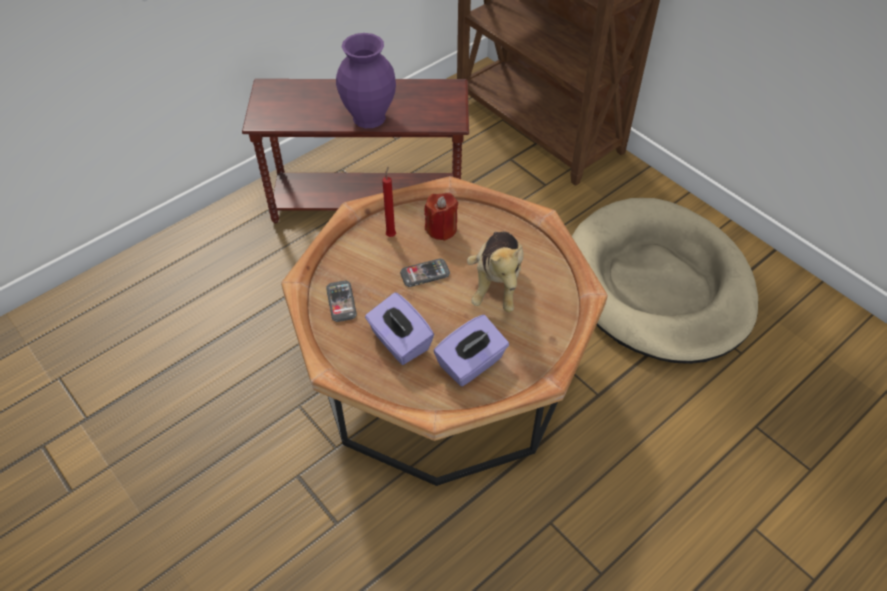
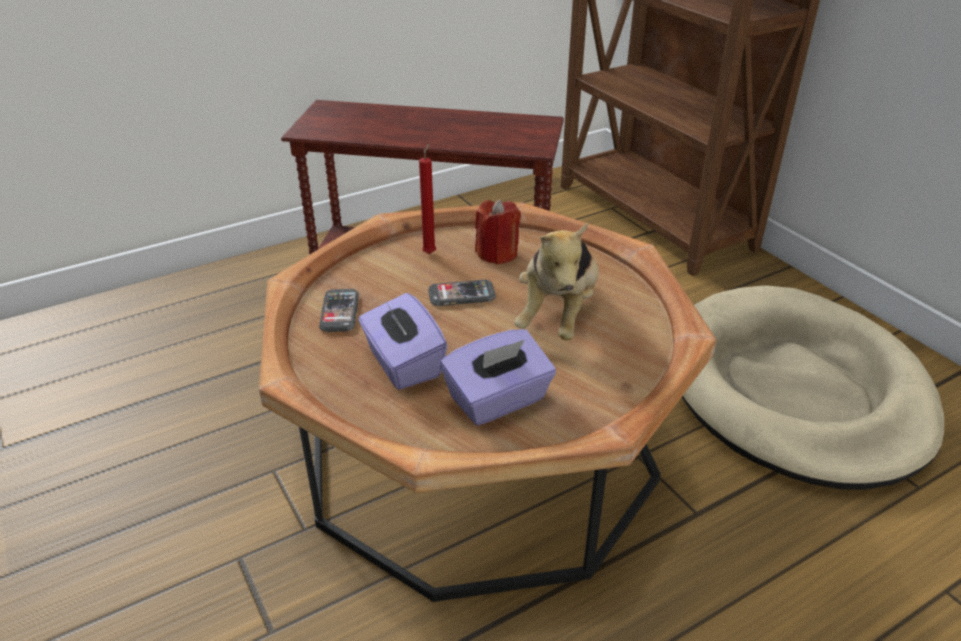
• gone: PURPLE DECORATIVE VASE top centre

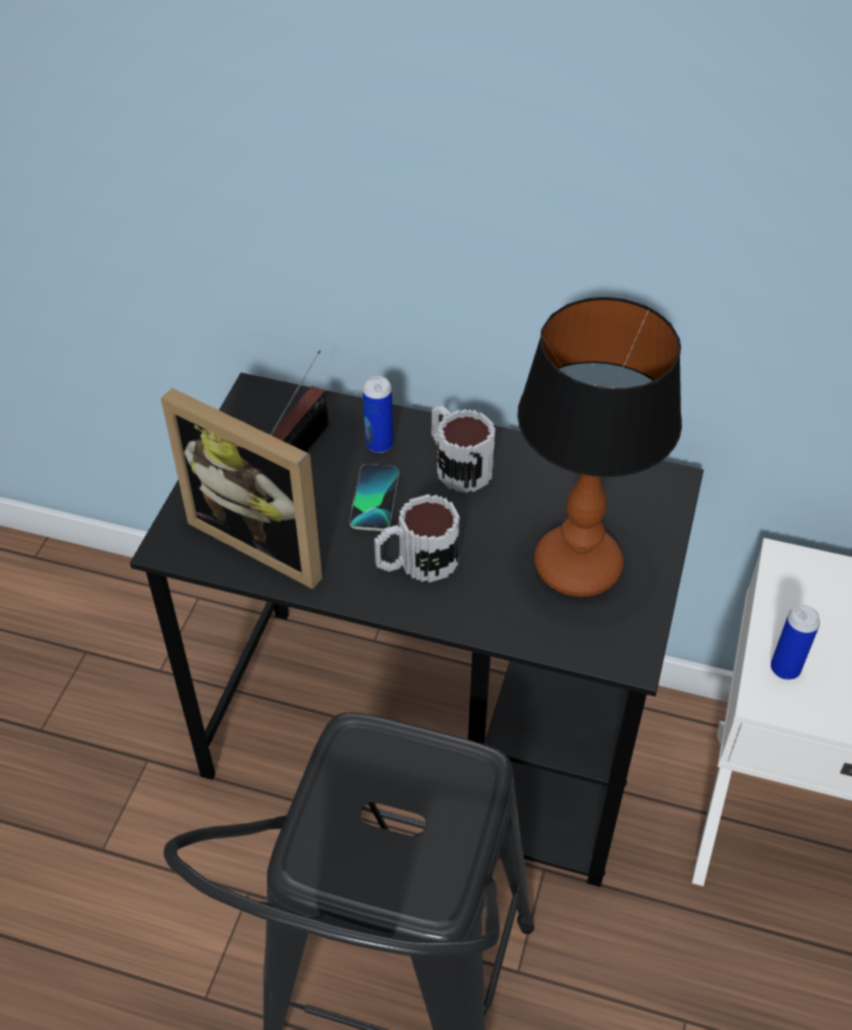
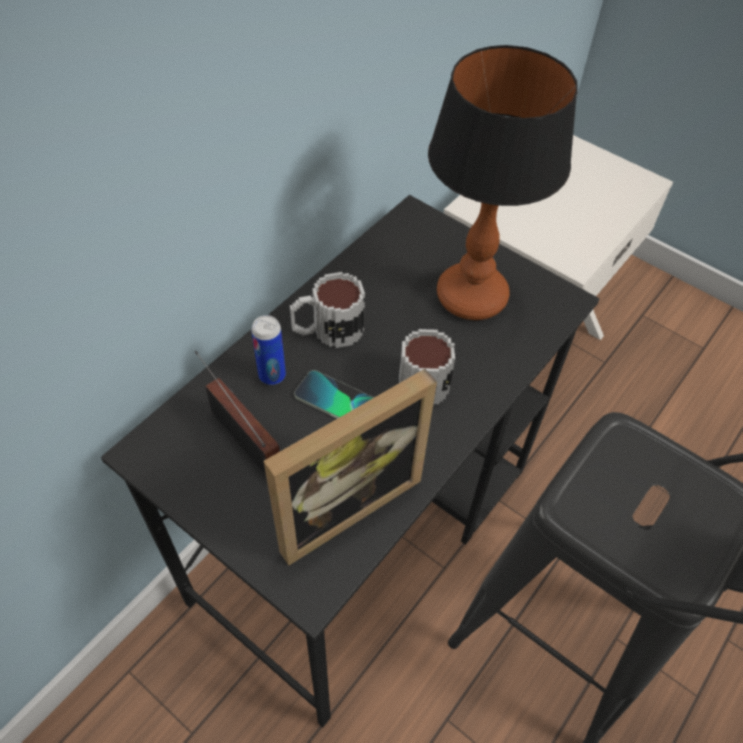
• gone: METAL CAN (no. 2 from left) middle right

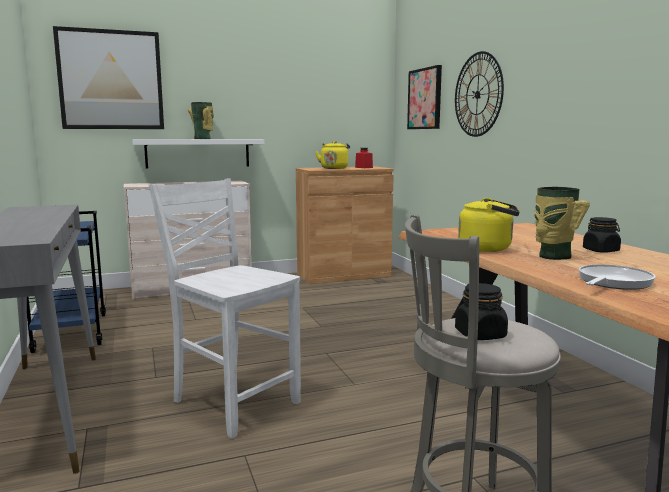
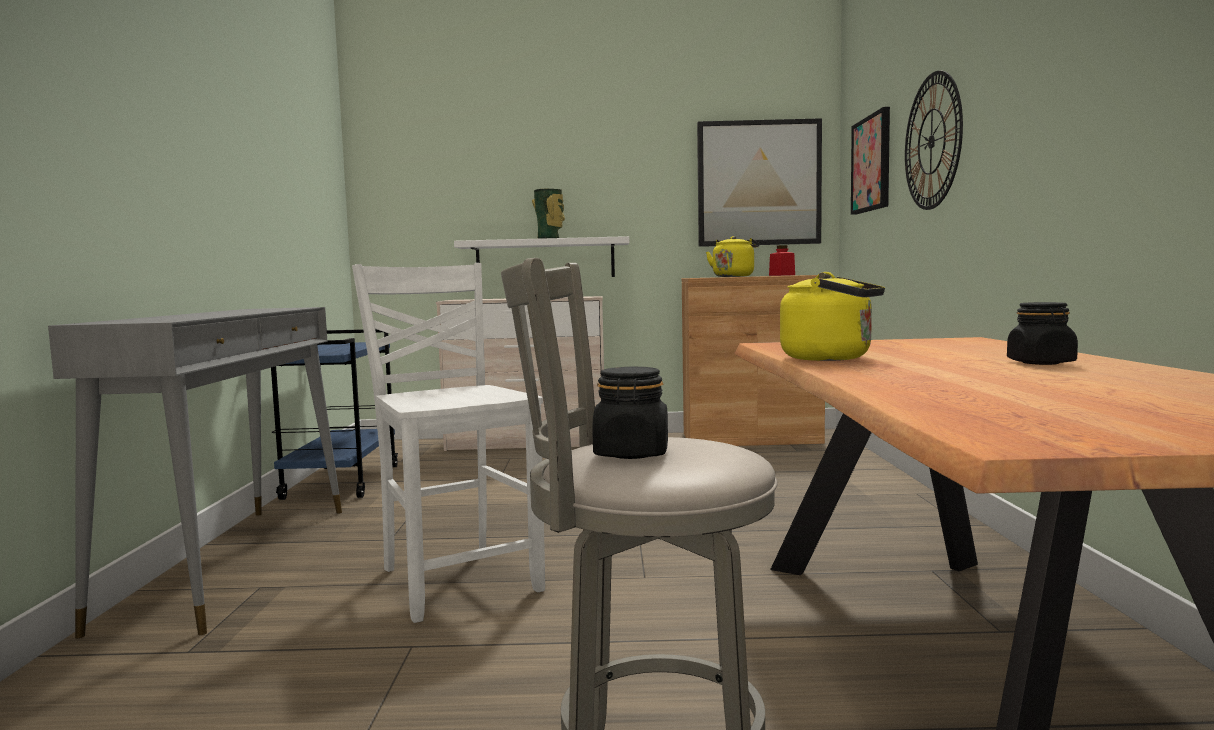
• shifted: WALL ART (no. 1 from left) top left to top centre
• gone: DECORATIVE VASE (no. 2 from left) middle right
• gone: SKILLET middle right

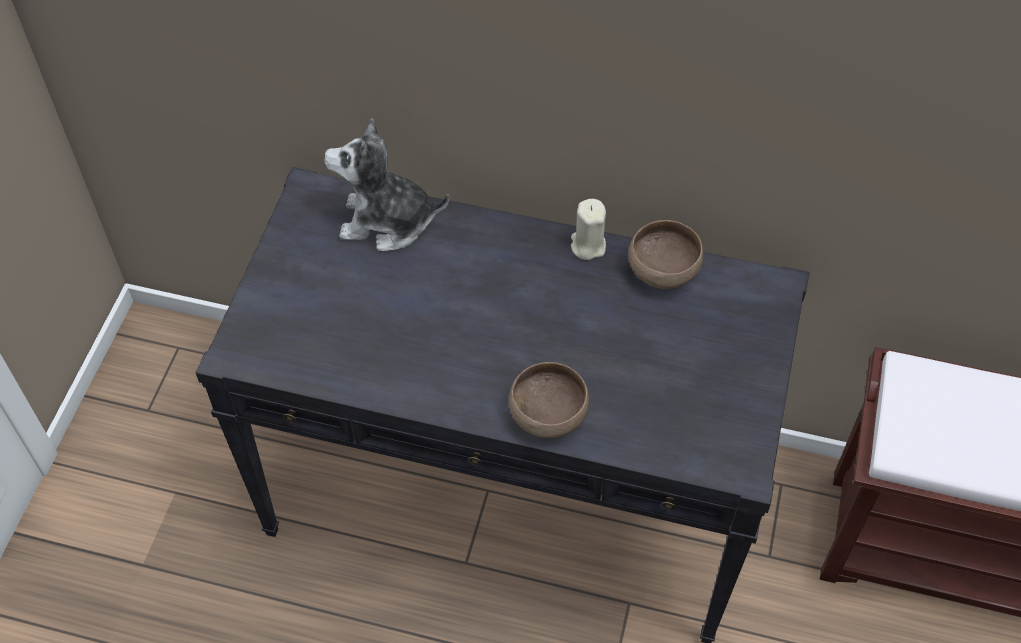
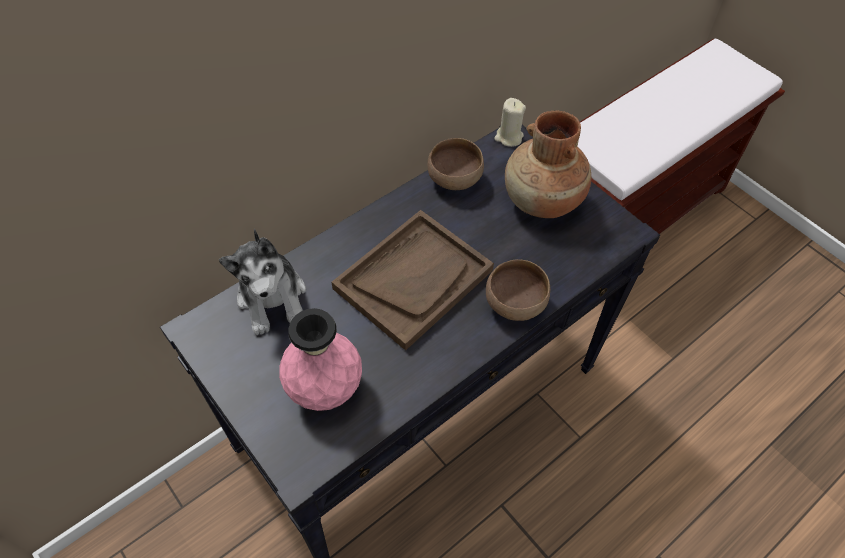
• rotated: SOFT TOY top centre = middle left 60 degrees counterclockwise
• shifted: SAND-COLOURED WAX CANDLE centre to top centre
• new: BROWN DECORATIVE VASE top centre
• new: BROWN SERVING TRAY centre
• new: PINKISH DECORATIVE VASE centre

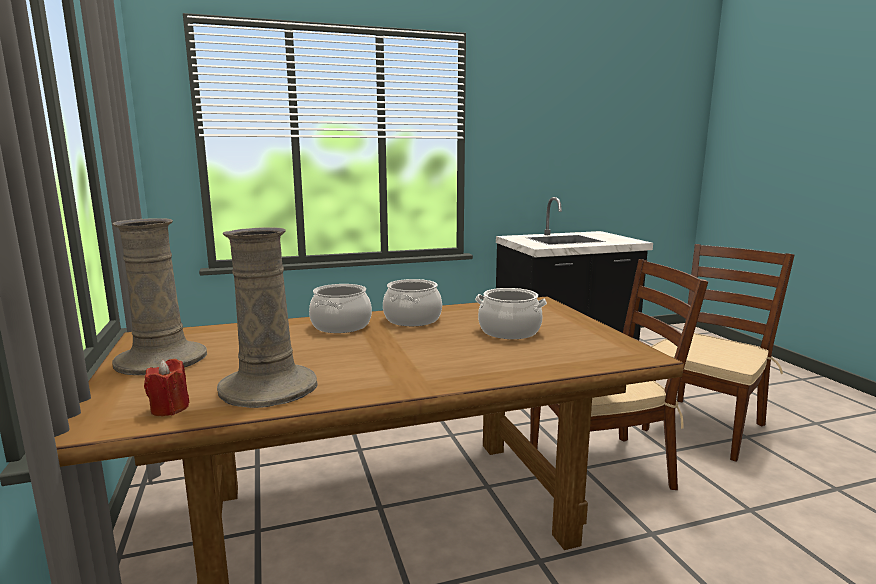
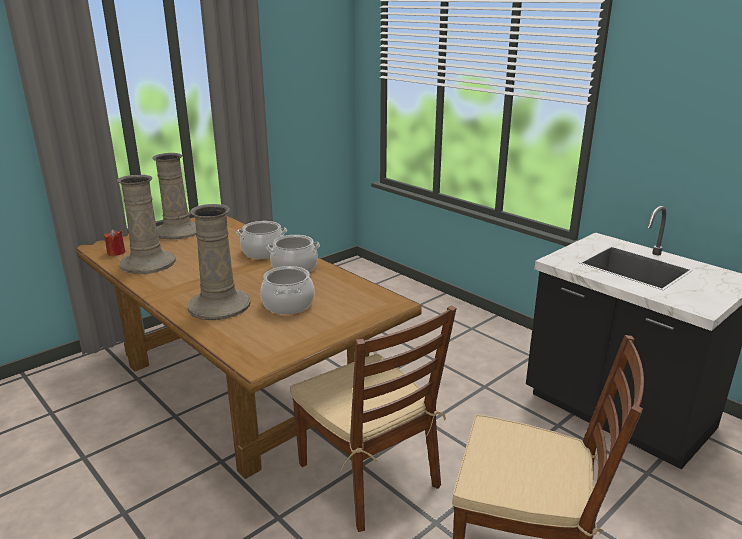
• new: SAND-COLOURED DECORATIVE VASE (no. 3 from left) middle left

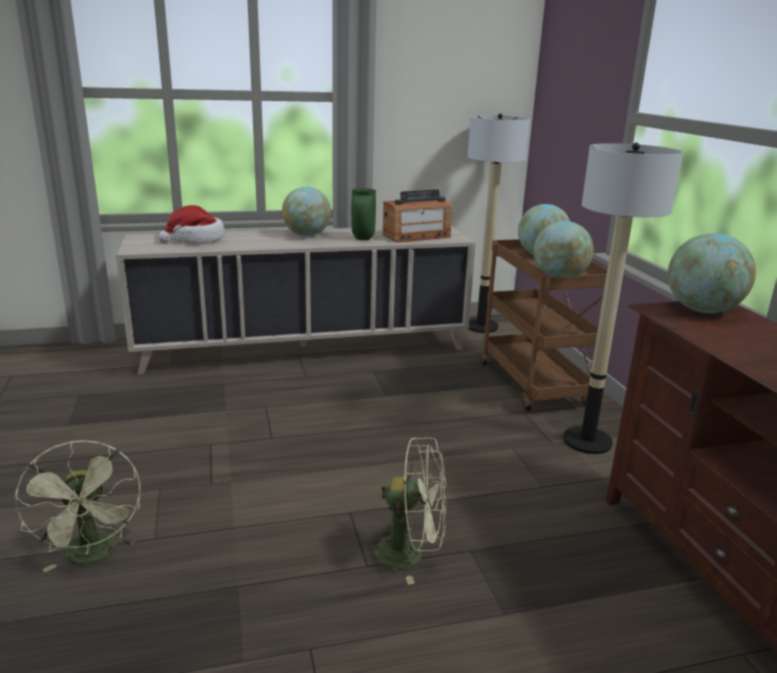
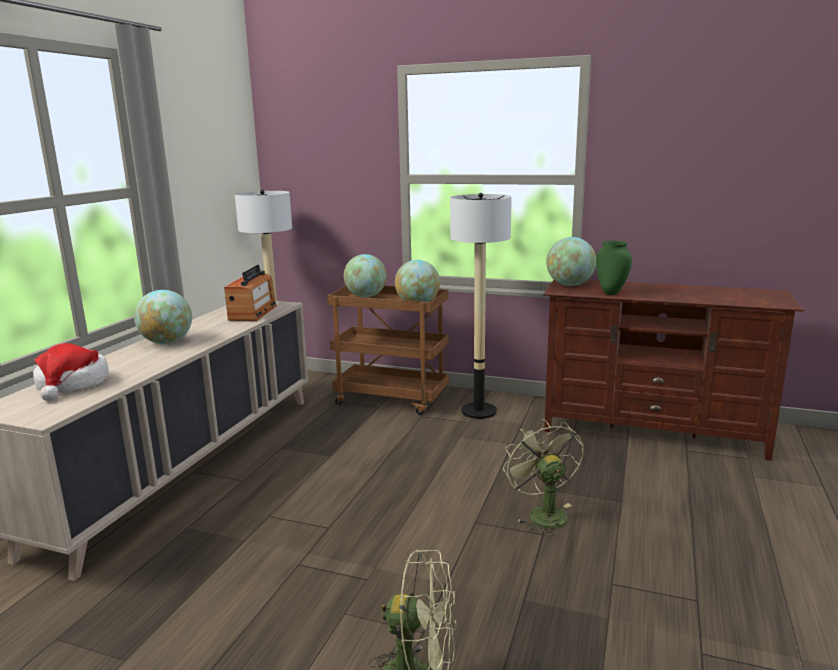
• shifted: GREEN DECORATIVE VASE top centre to middle right
• rotated: GREEN ELECTRIC FAN (no. 2 from left) bottom centre = bottom centre 60 degrees counterclockwise

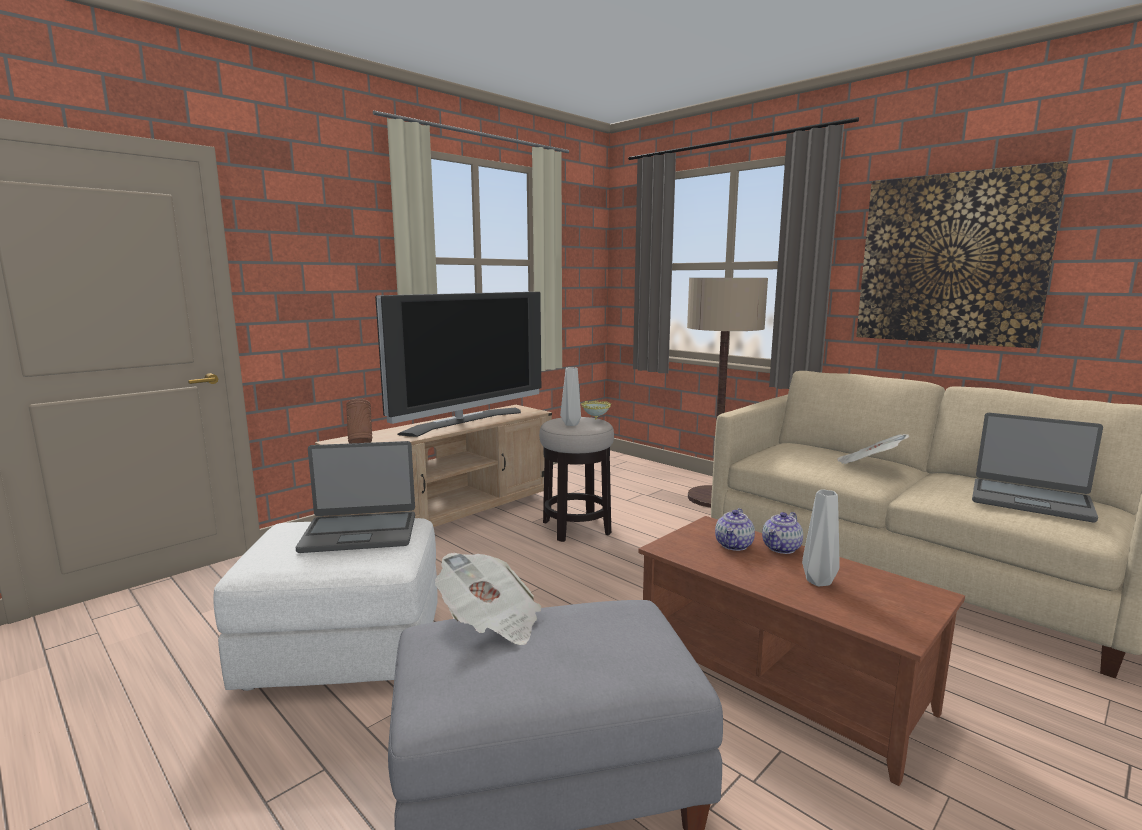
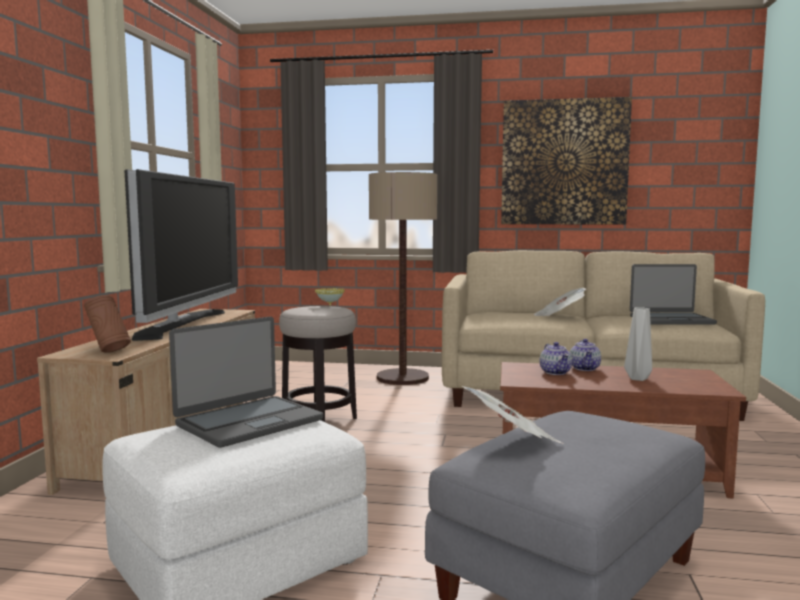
• gone: GREYISH DECORATIVE VASE (no. 1 from left) centre

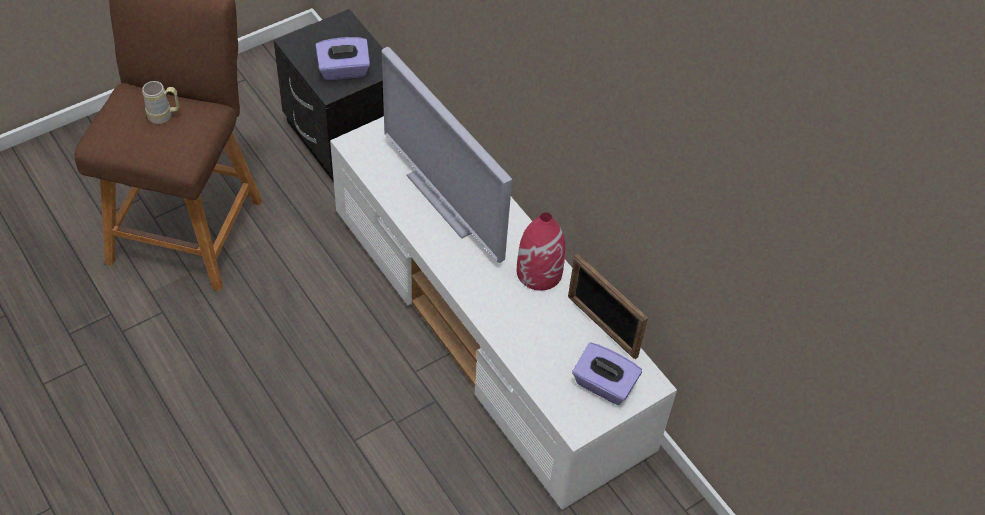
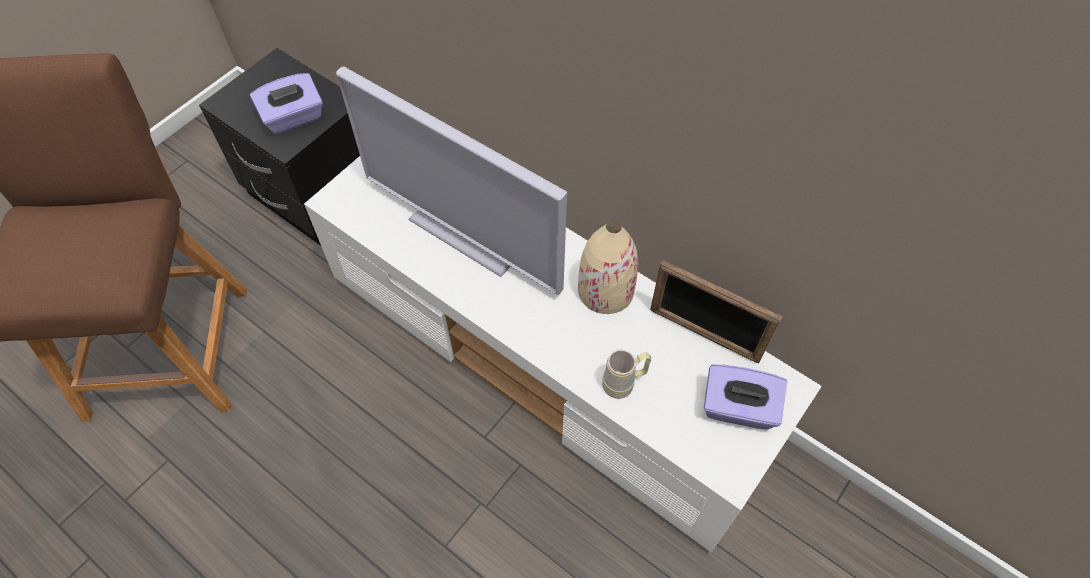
• shifted: SAND-COLOURED MUG top left to centre
• repainted: RED-COLOURED DECORATIVE VASE centre to SAND-COLOURED DECORATIVE VASE centre

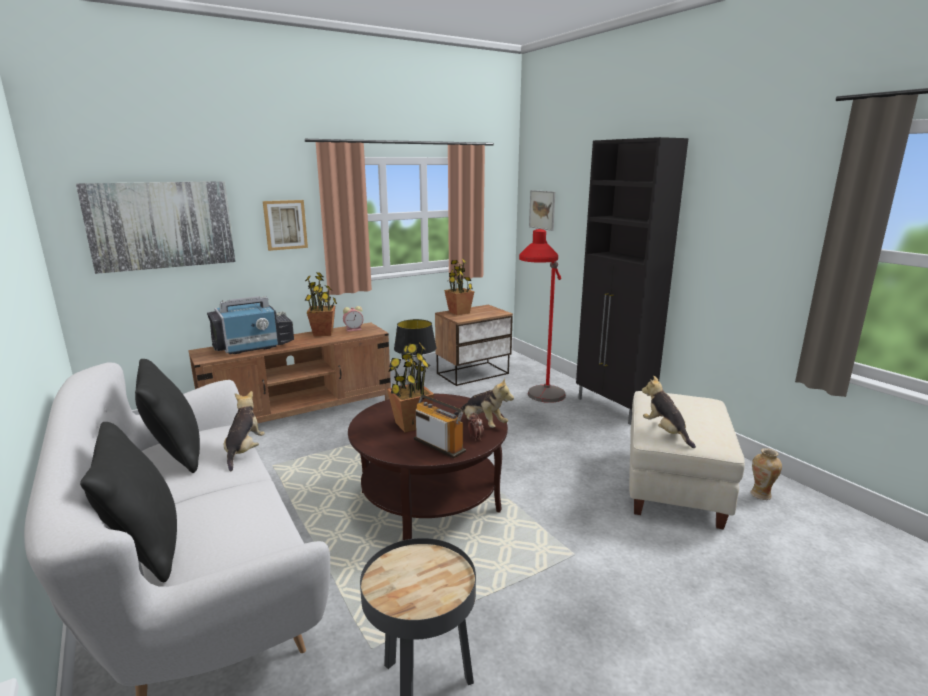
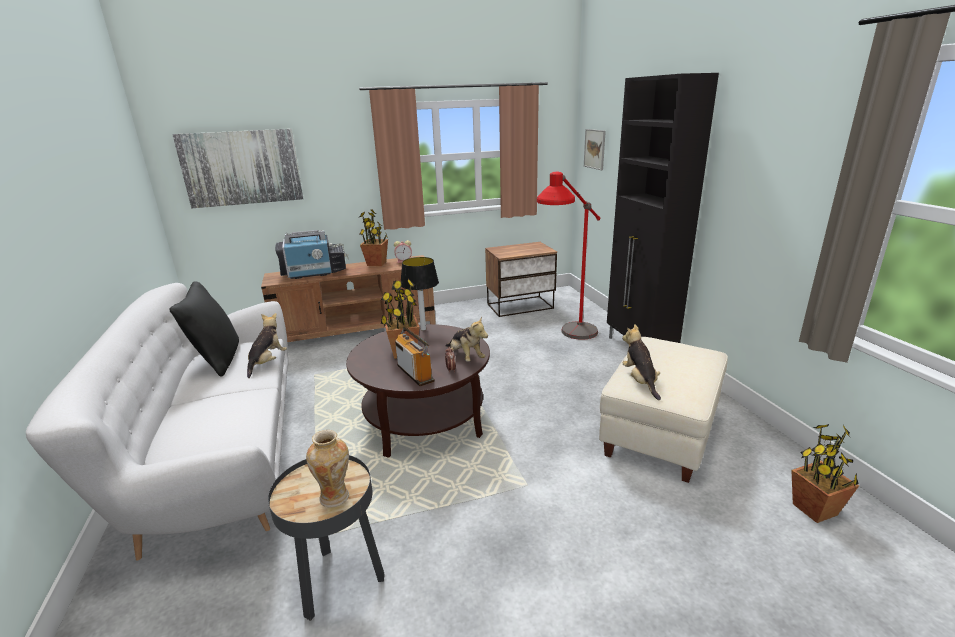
• gone: WALL ART (no. 2 from left) top left
• shifted: HOUSEPLANT (no. 3 from left) centre to bottom right
• gone: BLACK-COLOURED PILLOW (no. 1 from left) bottom left
• shifted: DECORATIVE VASE bottom right to bottom centre

